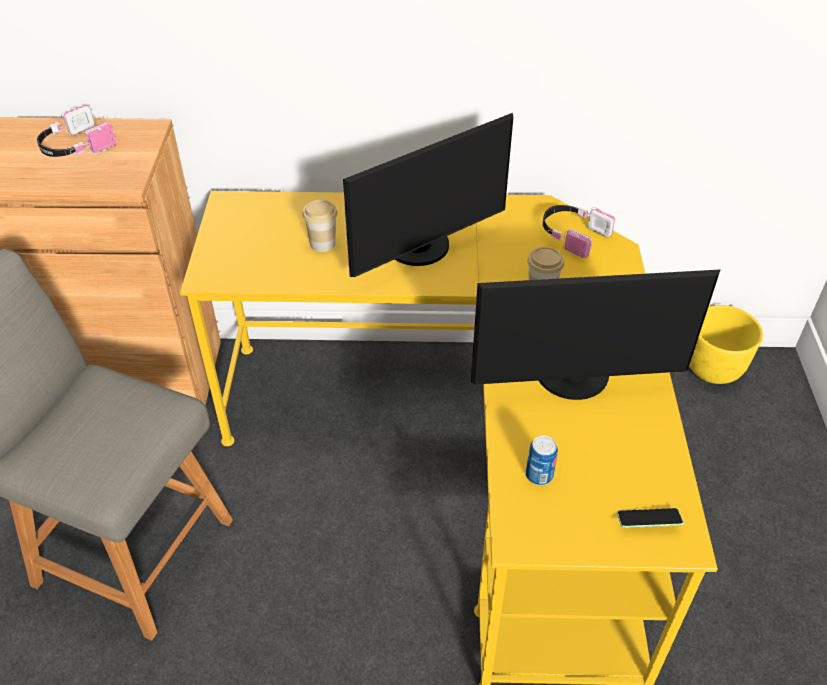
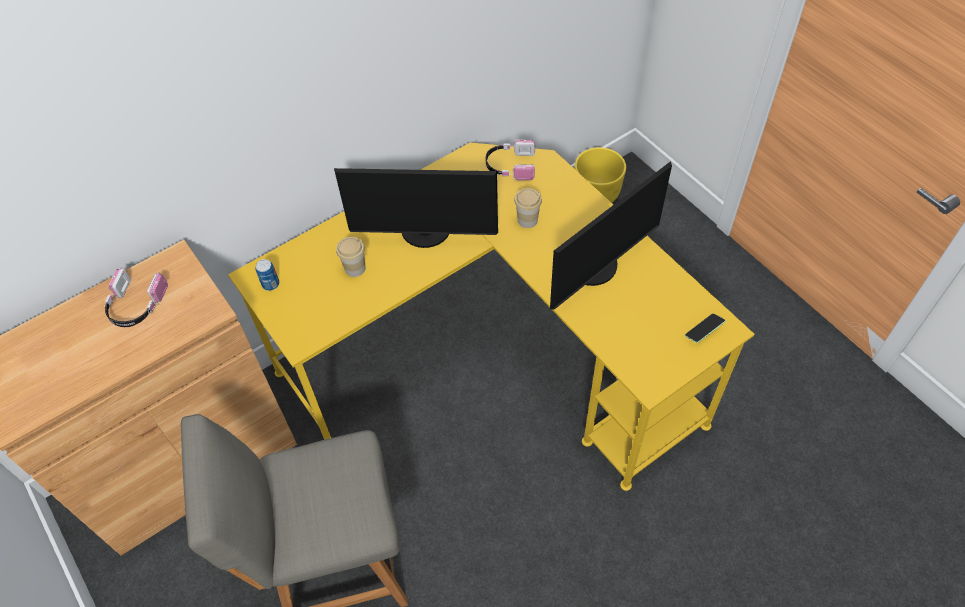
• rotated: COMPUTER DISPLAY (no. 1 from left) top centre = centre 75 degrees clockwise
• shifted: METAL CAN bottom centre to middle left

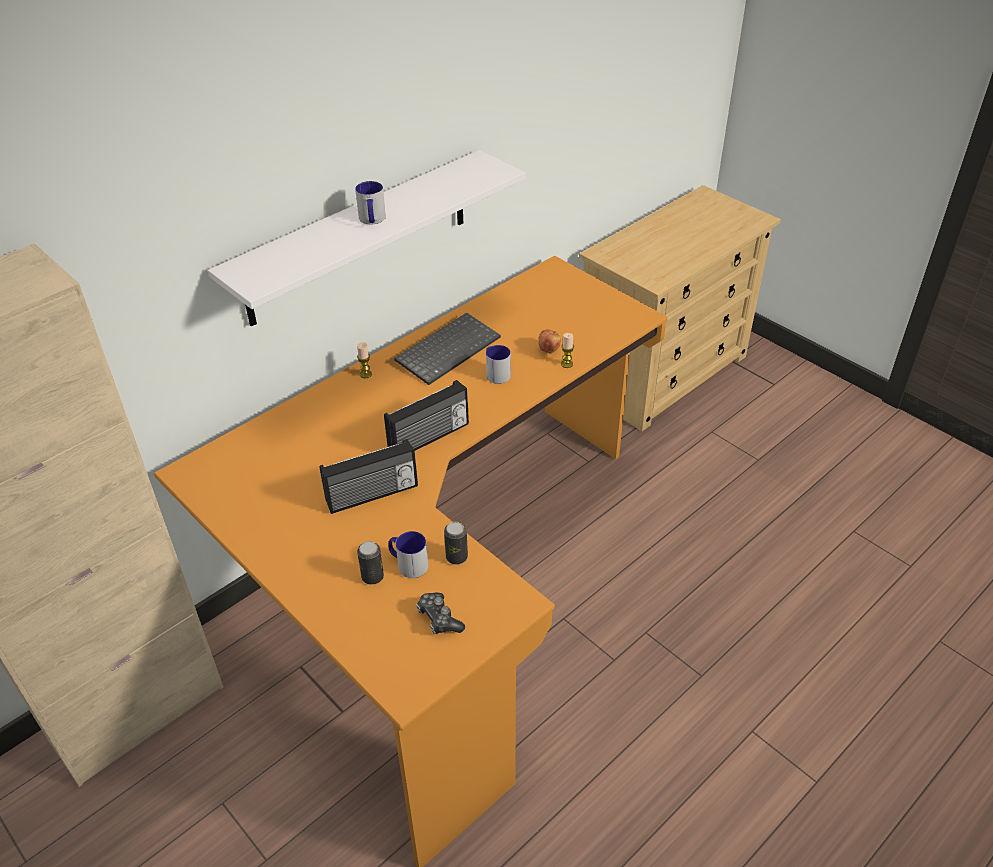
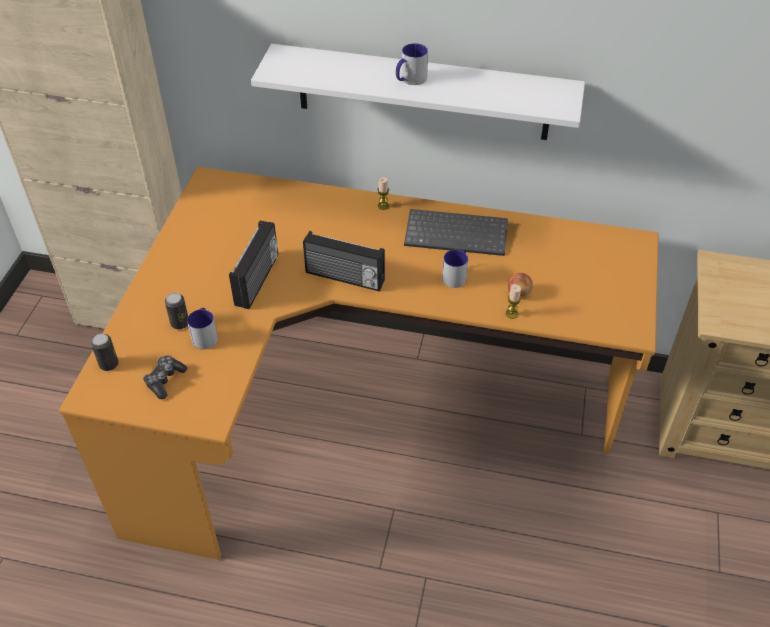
• rotated: RADIO SET (no. 1 from left) centre = middle left 105 degrees counterclockwise
• shifted: METAL CAN (no. 2 from left in the first image) centre to METAL CAN (no. 1 from left) middle left

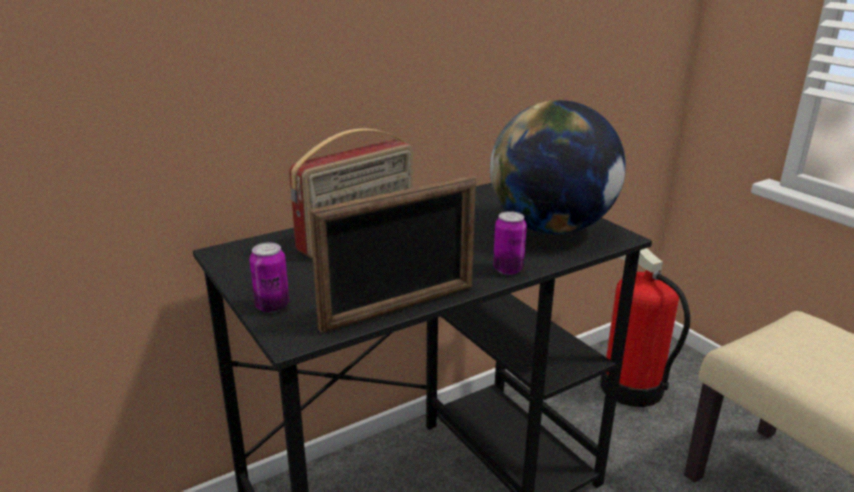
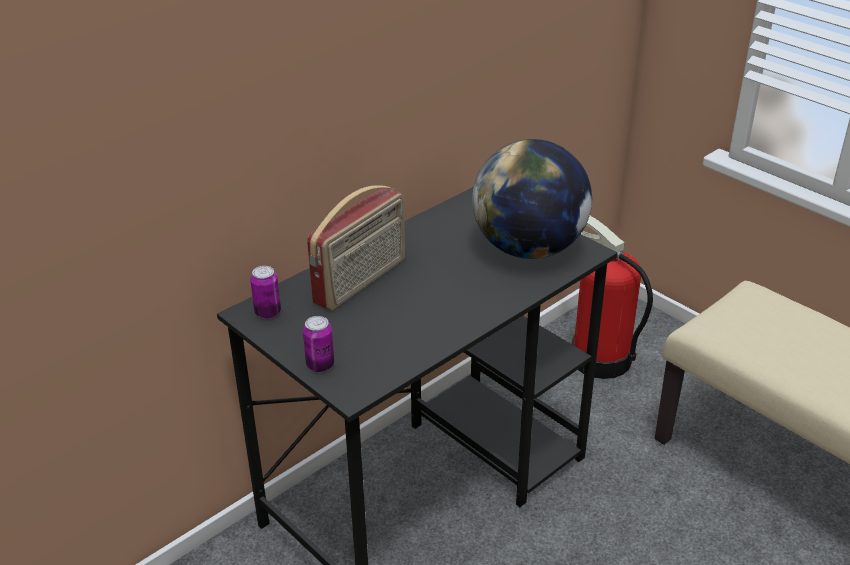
• gone: STANDING FRAME centre
• shifted: METAL CAN (no. 2 from left in the first image) centre to METAL CAN (no. 1 from left) middle left

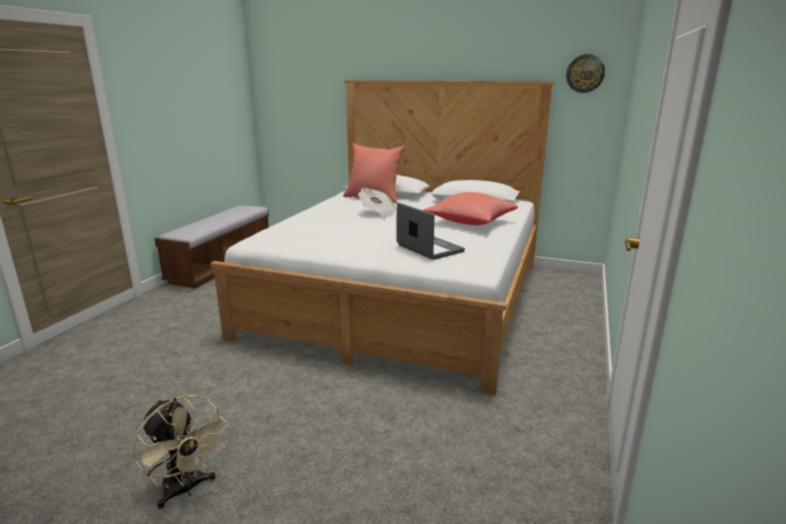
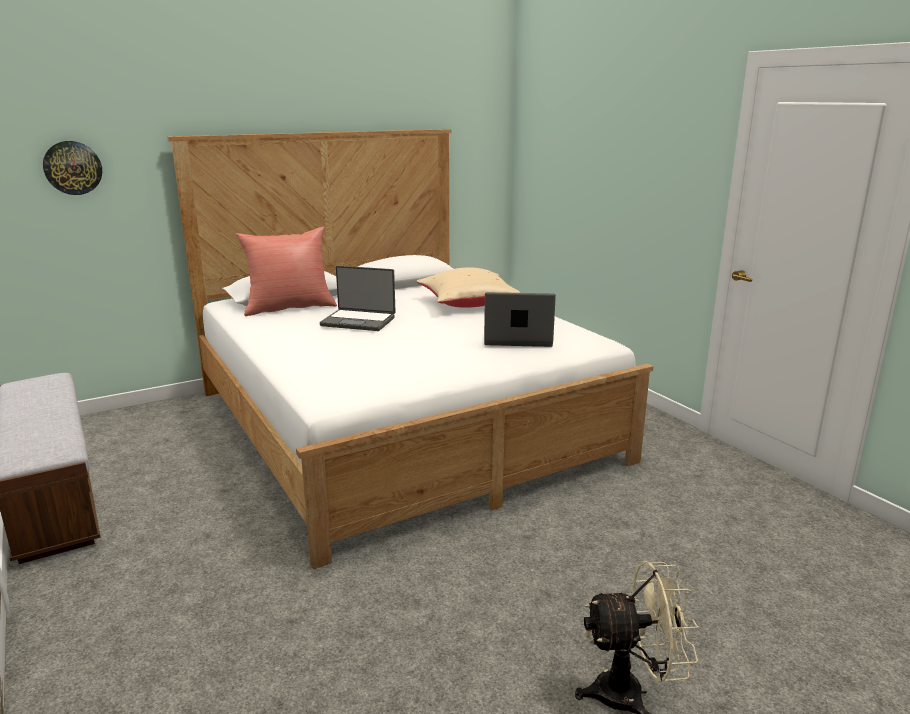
• shifted: HANGING CLOCK top right to top left
• swapped: NEWSPAPER centre to NOTEBOOK COMPUTER (no. 1 from left) centre
• repainted: RED-COLOURED PILLOW (no. 2 from left) centre to SAND-COLOURED PILLOW centre

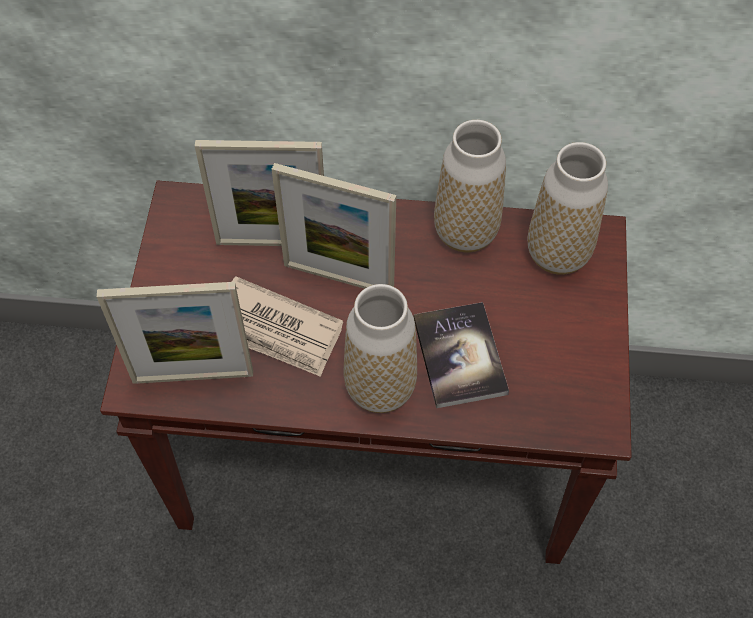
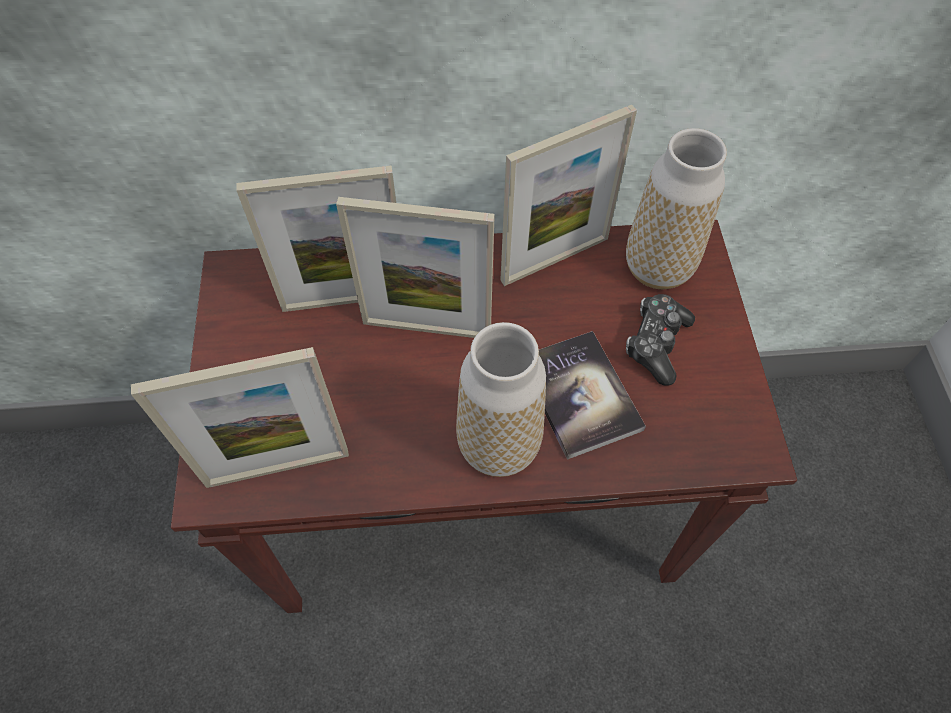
• swapped: DECORATIVE VASE (no. 2 from left) top centre to STANDING FRAME (no. 4 from left) top centre
• gone: NEWSPAPER centre
• new: GAME CONTROLLER middle right

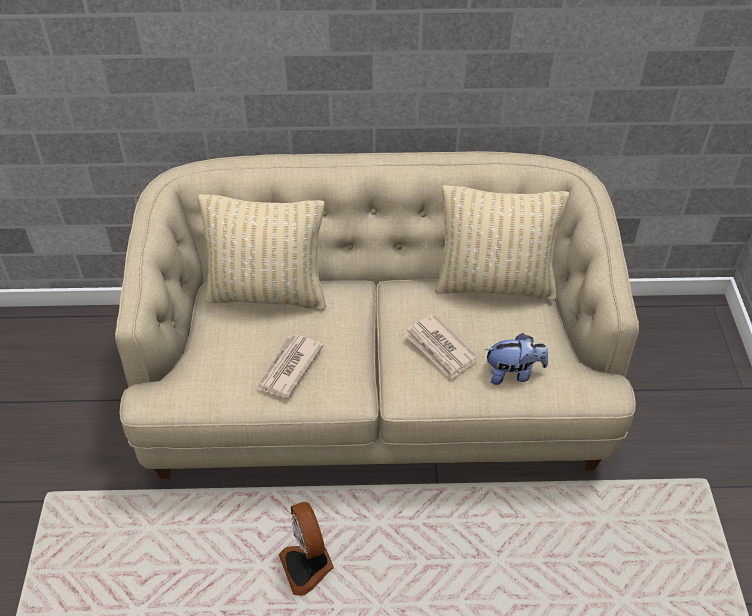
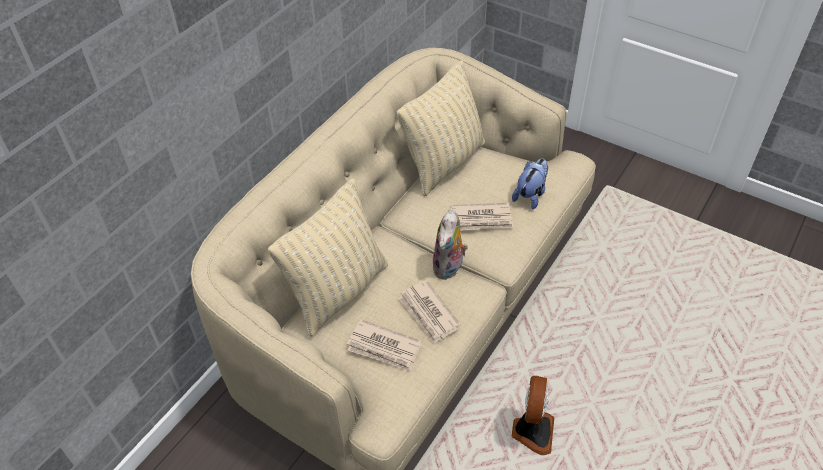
• rotated: ELECTRIC FAN bottom centre = bottom centre 90 degrees counterclockwise
• new: SOFT TOY (no. 1 from left) centre
• new: NEWSPAPER (no. 1 from left) bottom centre

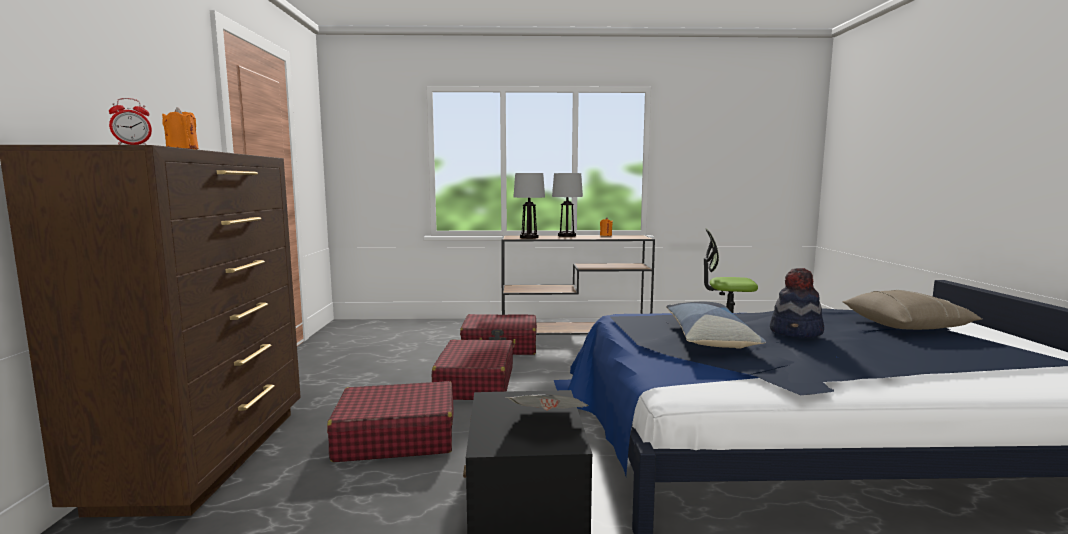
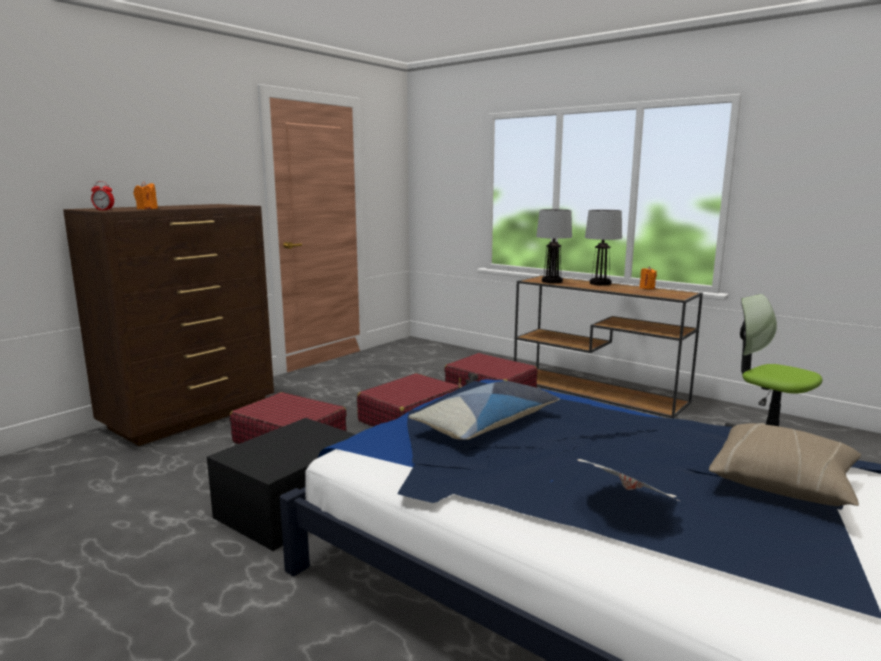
• gone: WEARABLE HAT middle right
• shifted: NEWSPAPER bottom centre to bottom right

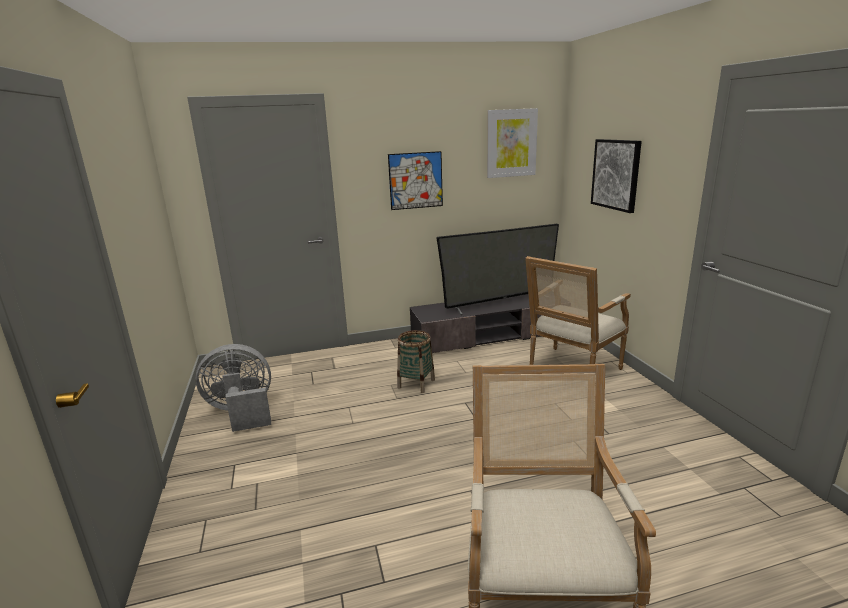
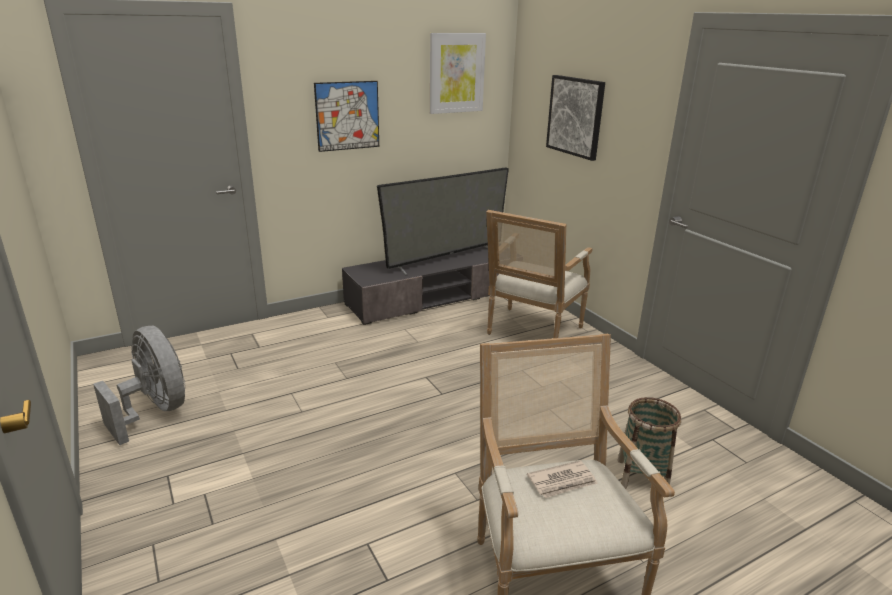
• shifted: HOUSEHOLD BASKET centre to bottom right
• rotated: GREYISH ELECTRIC FAN middle left = middle left 75 degrees clockwise
• new: NEWSPAPER bottom centre

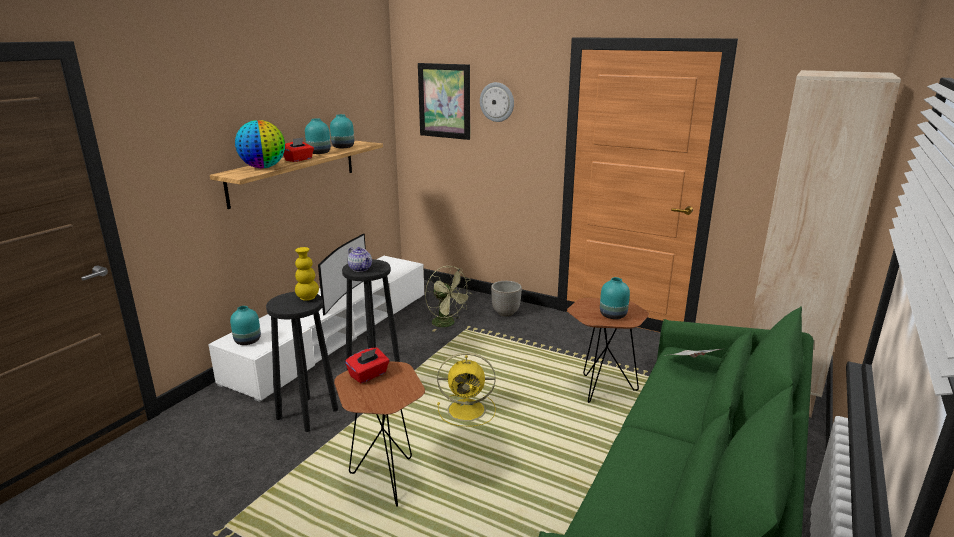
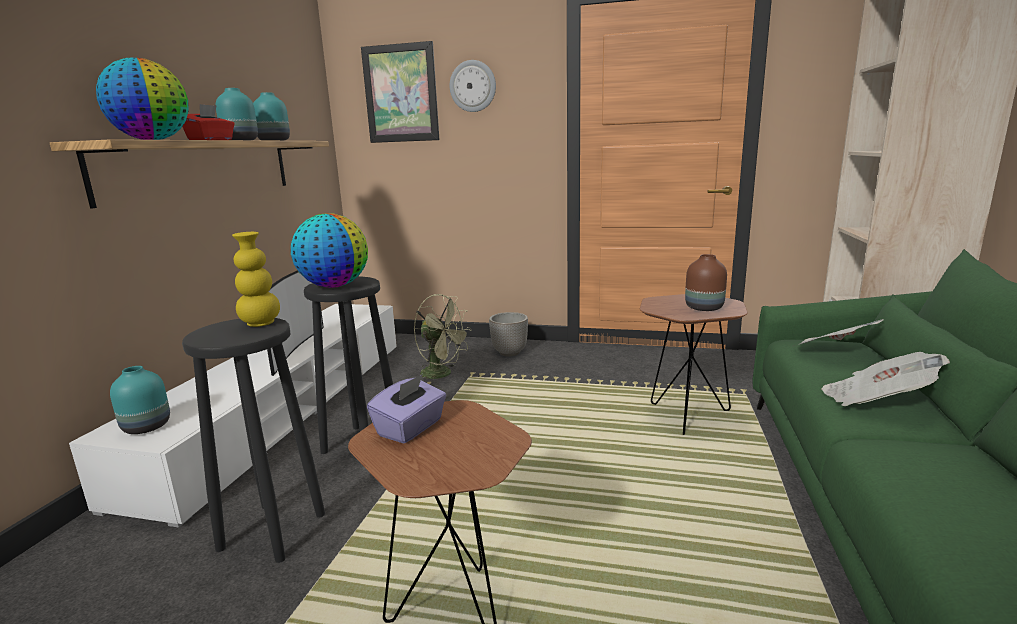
• swapped: POT FOR TEA centre to GLOBE (no. 2 from left) middle left
• repainted: TURQUOISE DECORATIVE VASE (no. 4 from left) centre to BROWN DECORATIVE VASE middle right
• repainted: RED-COLOURED BOX OF TISSUES (no. 2 from left) bottom centre to PURPLE BOX OF TISSUES centre
• gone: YELLOW-COLOURED ELECTRIC FAN bottom centre
• new: NEWSPAPER (no. 2 from left) middle right

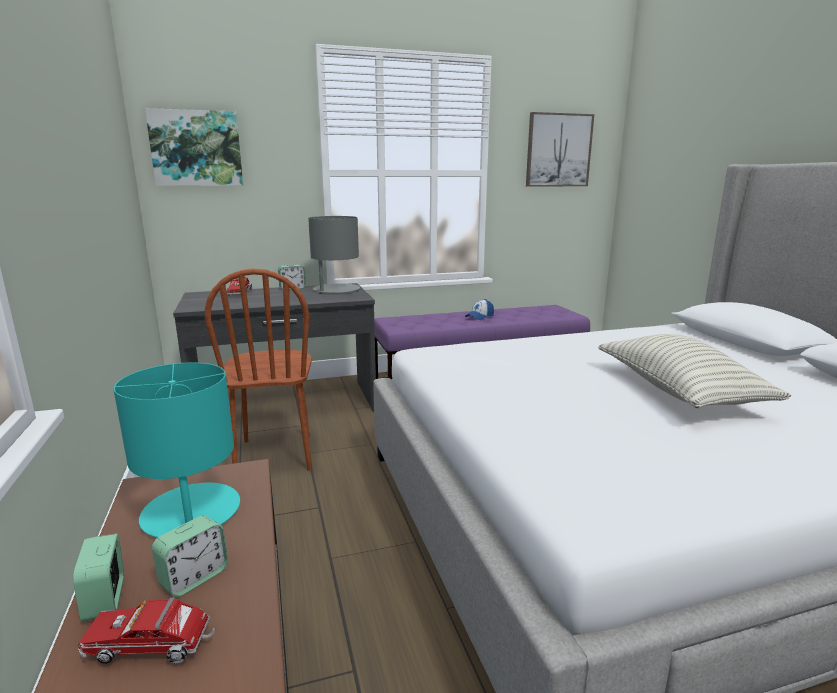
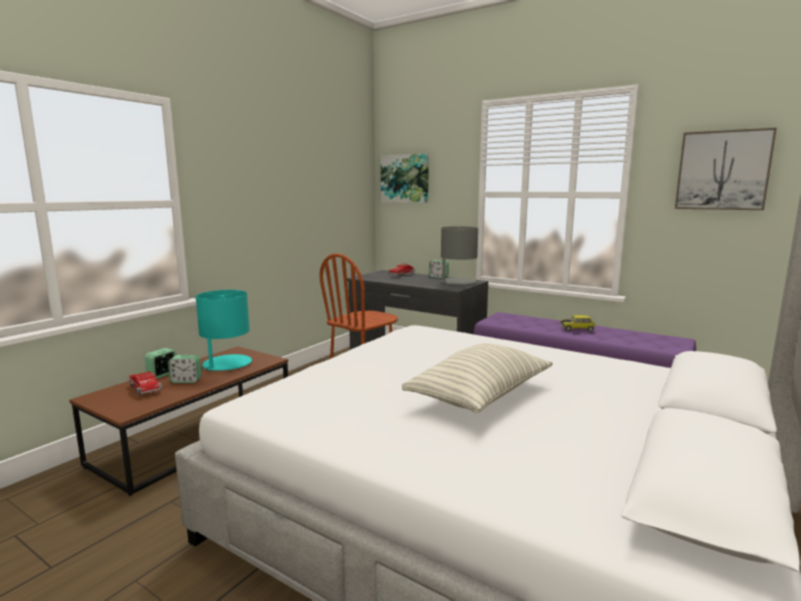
• swapped: BASEBALL CAP centre to MINIATURE CAR middle right

